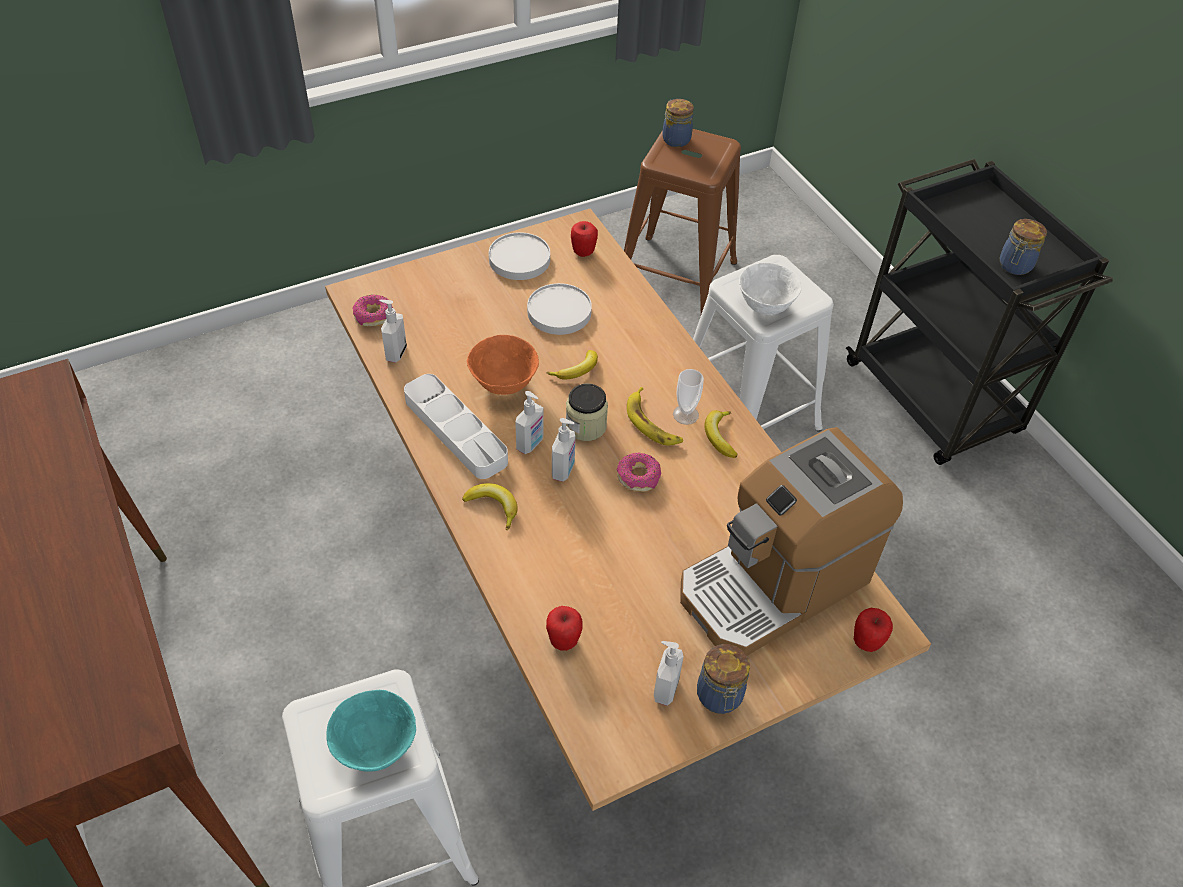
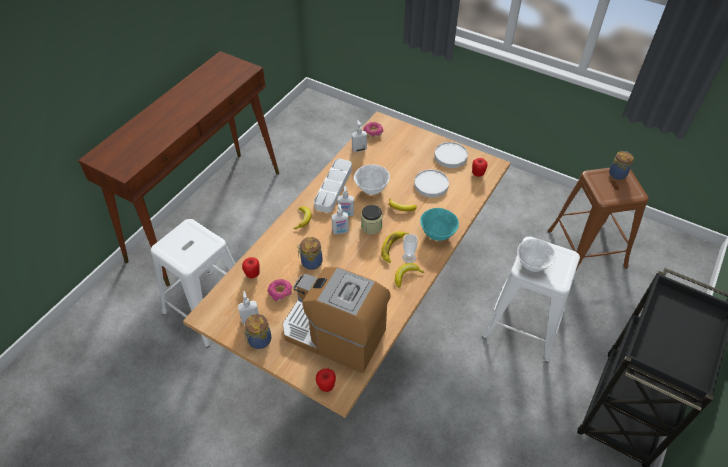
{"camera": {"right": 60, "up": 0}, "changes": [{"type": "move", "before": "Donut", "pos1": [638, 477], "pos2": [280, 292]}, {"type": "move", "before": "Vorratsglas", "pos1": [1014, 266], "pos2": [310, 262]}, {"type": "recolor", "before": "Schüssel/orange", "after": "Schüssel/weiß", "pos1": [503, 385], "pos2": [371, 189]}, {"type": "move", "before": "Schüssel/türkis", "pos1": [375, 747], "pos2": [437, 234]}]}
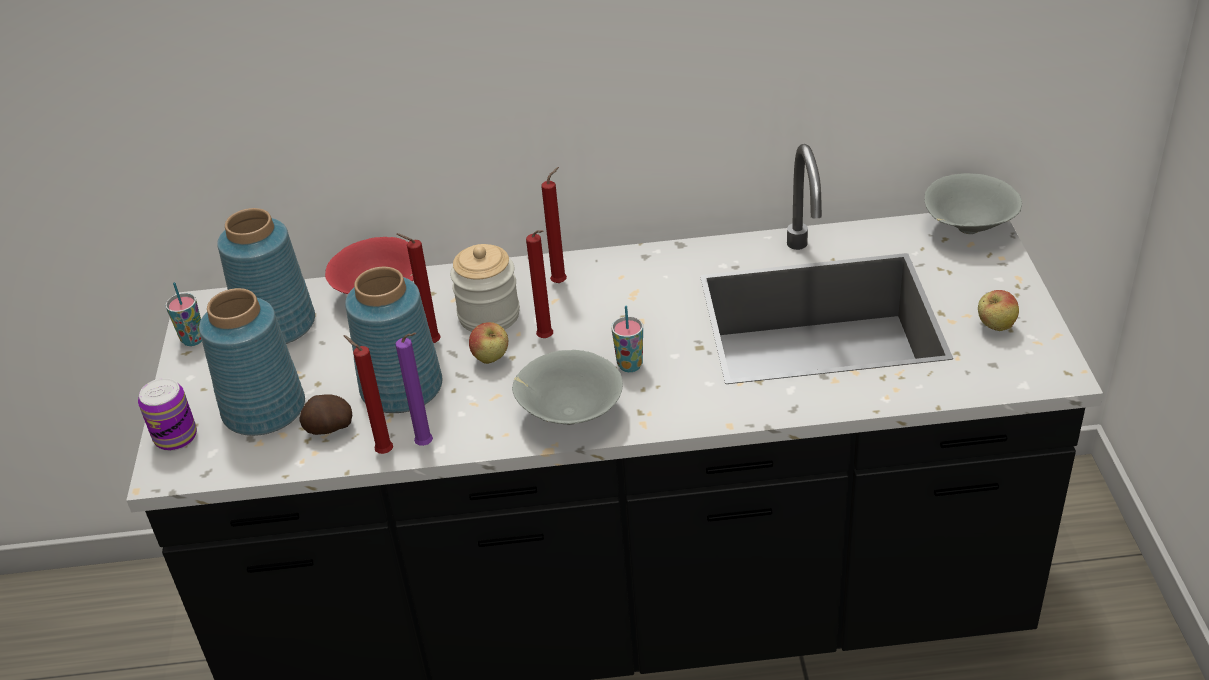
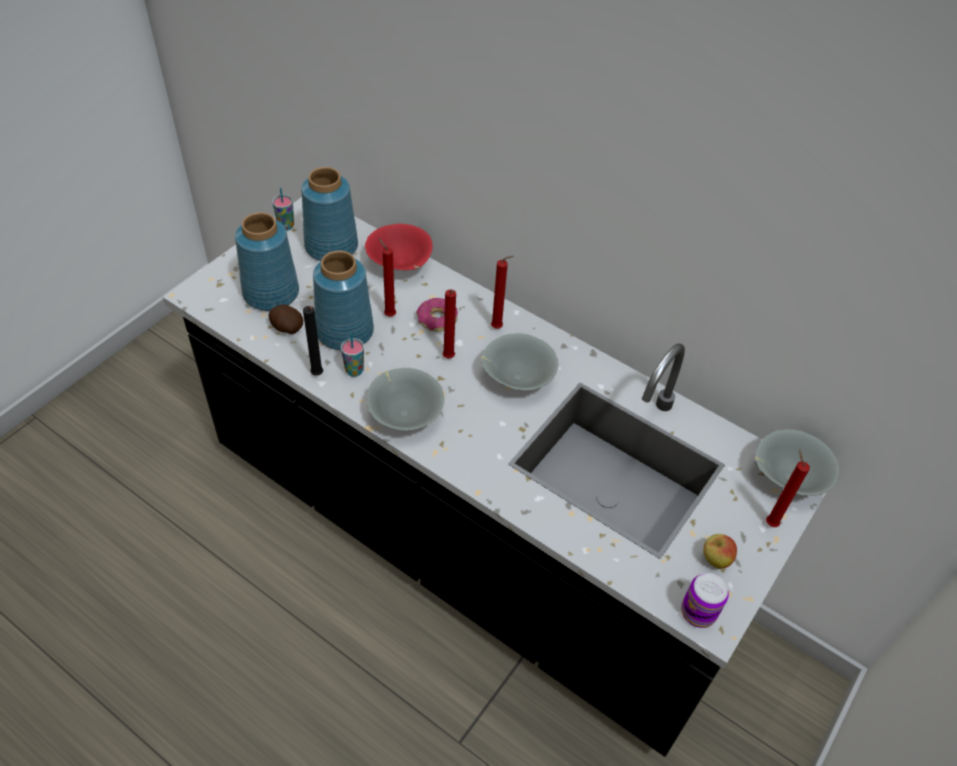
{"camera": {"right": 35, "up": 10}, "changes": [{"type": "recolor", "before": "Kerze/lila", "after": "Kerze/schwarz", "pos1": [427, 445], "pos2": [318, 375]}, {"type": "move", "before": "Tasse", "pos1": [630, 365], "pos2": [354, 371]}, {"type": "replace", "before": "Vorratsglas", "after": "Donut", "pos1": [489, 315], "pos2": [437, 320]}, {"type": "insert", "after": "Schüssel/grau", "pos2": [516, 378]}, {"type": "move", "before": "Dose", "pos1": [176, 437], "pos2": [698, 612]}, {"type": "move", "before": "Kerze/rot", "pos1": [382, 452], "pos2": [770, 522]}, {"type": "delete", "before": "Apfel", "pos1": [491, 359]}]}
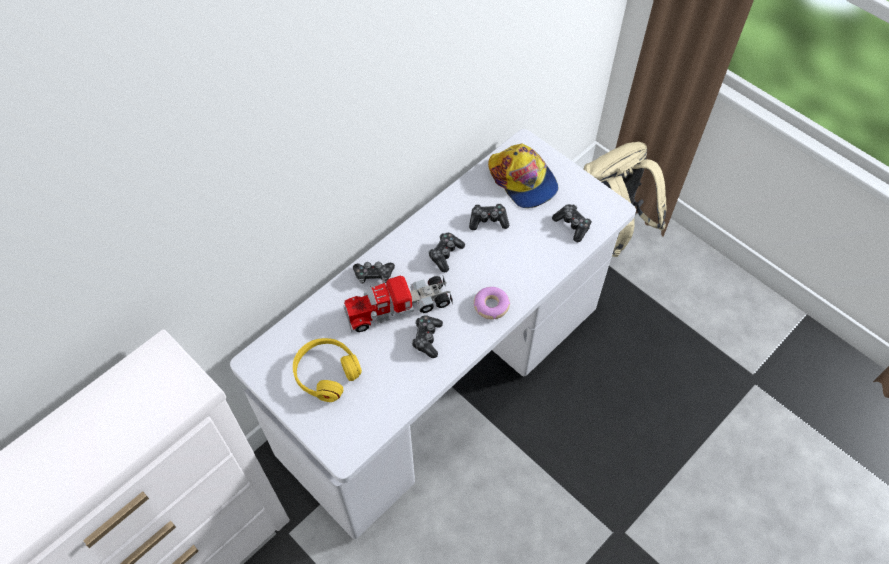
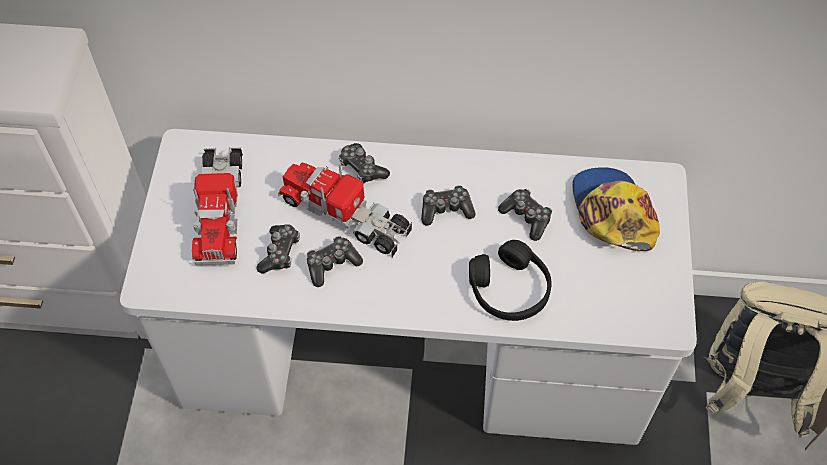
{"camera": {"right": 50, "up": 0}, "changes": [{"type": "replace", "before": "Kopfhörer/gelb", "after": "Spielzeuglaster", "pos1": [326, 373], "pos2": [220, 210]}, {"type": "move", "before": "Gamepad", "pos1": [572, 225], "pos2": [280, 253]}, {"type": "insert", "after": "Kopfhörer/schwarz", "pos2": [509, 289]}, {"type": "rotate", "before": "Kappe", "pos1": [523, 180], "pos2": [612, 212], "turn": 150}, {"type": "delete", "before": "Donut", "pos1": [491, 306]}]}
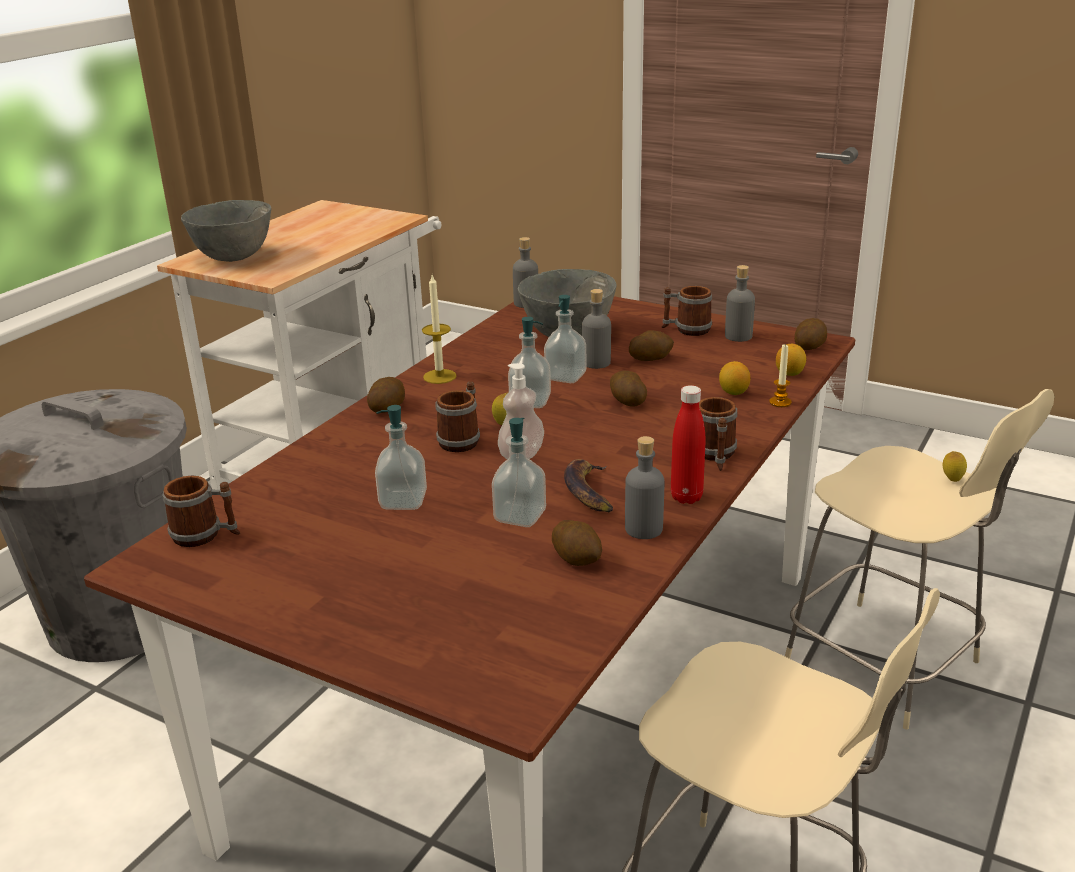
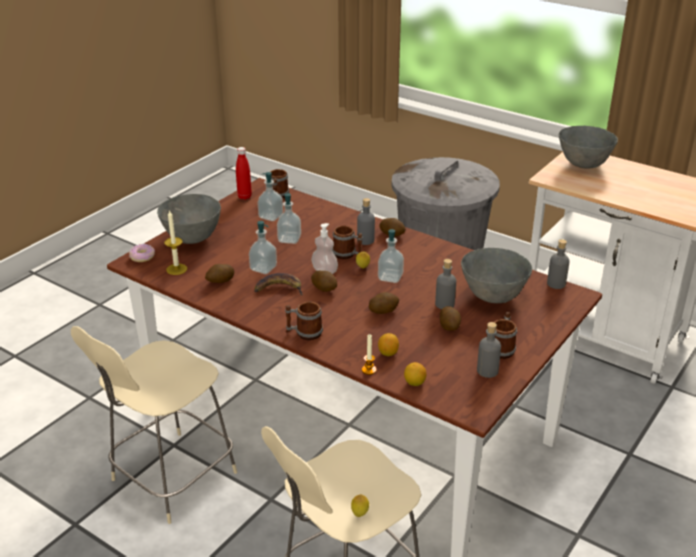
{"camera": {"right": 95, "up": 5}, "changes": [{"type": "insert", "after": "Donut", "pos2": [142, 256]}, {"type": "insert", "after": "Schüssel/grau", "pos2": [192, 238]}, {"type": "move", "before": "Kerze", "pos1": [439, 376], "pos2": [176, 269]}, {"type": "move", "before": "Flasche/rot", "pos1": [686, 497], "pos2": [244, 197]}, {"type": "move", "before": "Seifenspender", "pos1": [565, 376], "pos2": [271, 216]}, {"type": "move", "before": "Kartoffel", "pos1": [809, 346], "pos2": [324, 288]}, {"type": "move", "before": "Flasche/grau", "pos1": [643, 529], "pos2": [365, 240]}]}
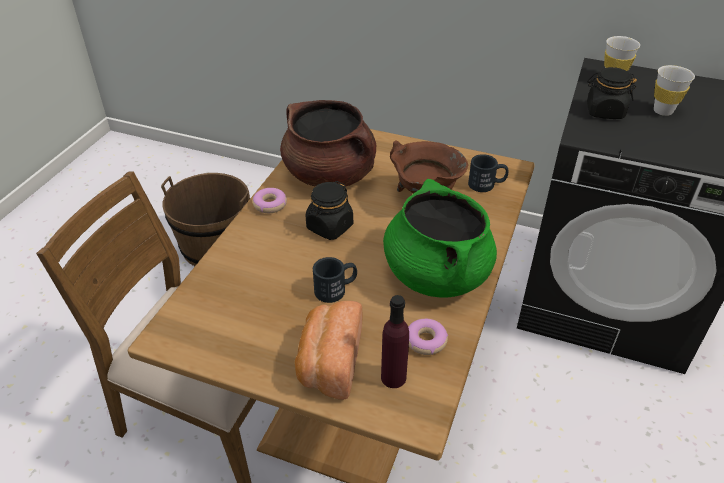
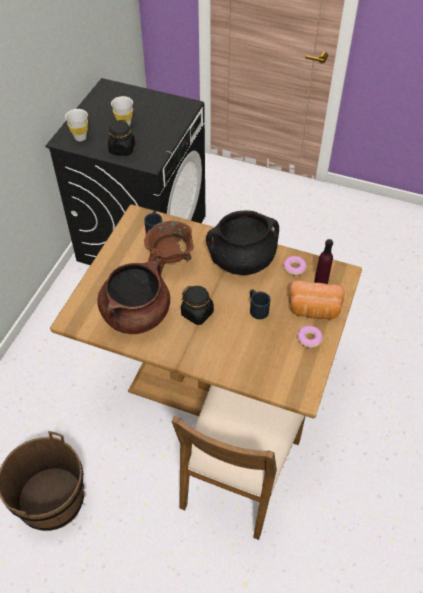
{"camera": {"right": -90, "up": 10}, "changes": [{"type": "recolor", "before": "Kochtopf/grün", "after": "Kochtopf/schwarz", "pos1": [436, 274], "pos2": [242, 260]}, {"type": "move", "before": "Donut", "pos1": [270, 204], "pos2": [309, 339]}]}
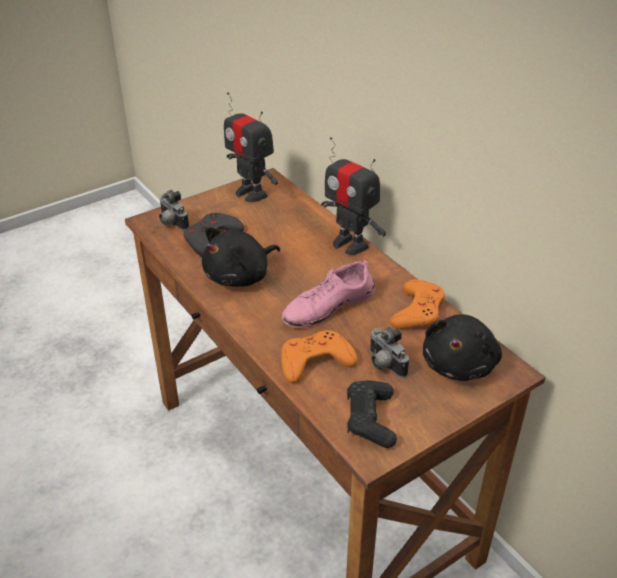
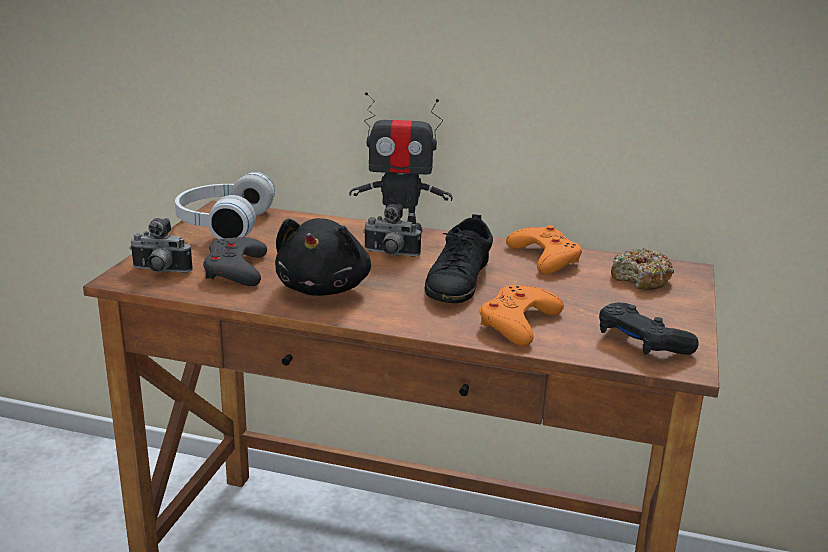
{"camera": {"right": -40, "up": -15}, "changes": [{"type": "replace", "before": "Spielzeugroboter", "after": "Kopfhörer/weiß", "pos1": [251, 193], "pos2": [222, 224]}, {"type": "move", "before": "Kamera", "pos1": [384, 365], "pos2": [390, 255]}, {"type": "recolor", "before": "Schuh/rosa", "after": "Schuh/schwarz", "pos1": [328, 306], "pos2": [458, 280]}, {"type": "replace", "before": "Plüschtier/schwarz", "after": "Donut", "pos1": [460, 364], "pos2": [641, 279]}]}
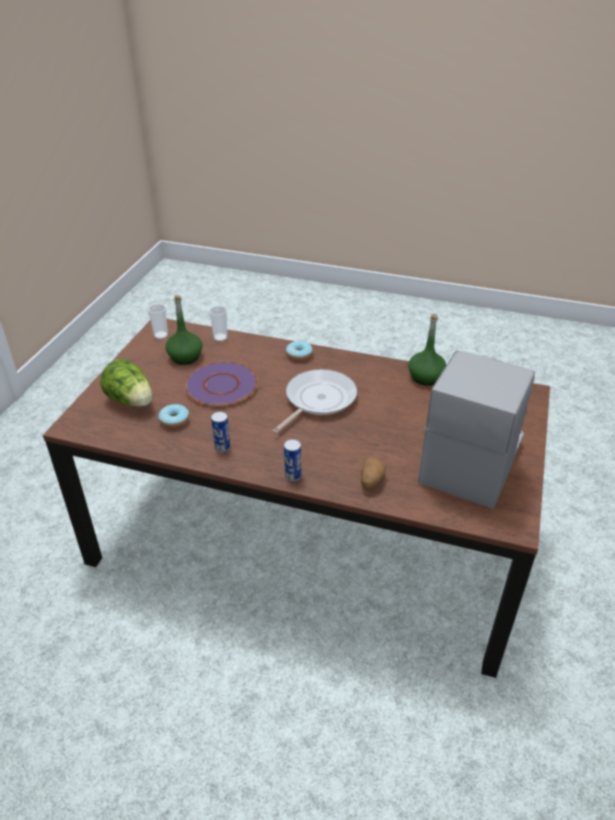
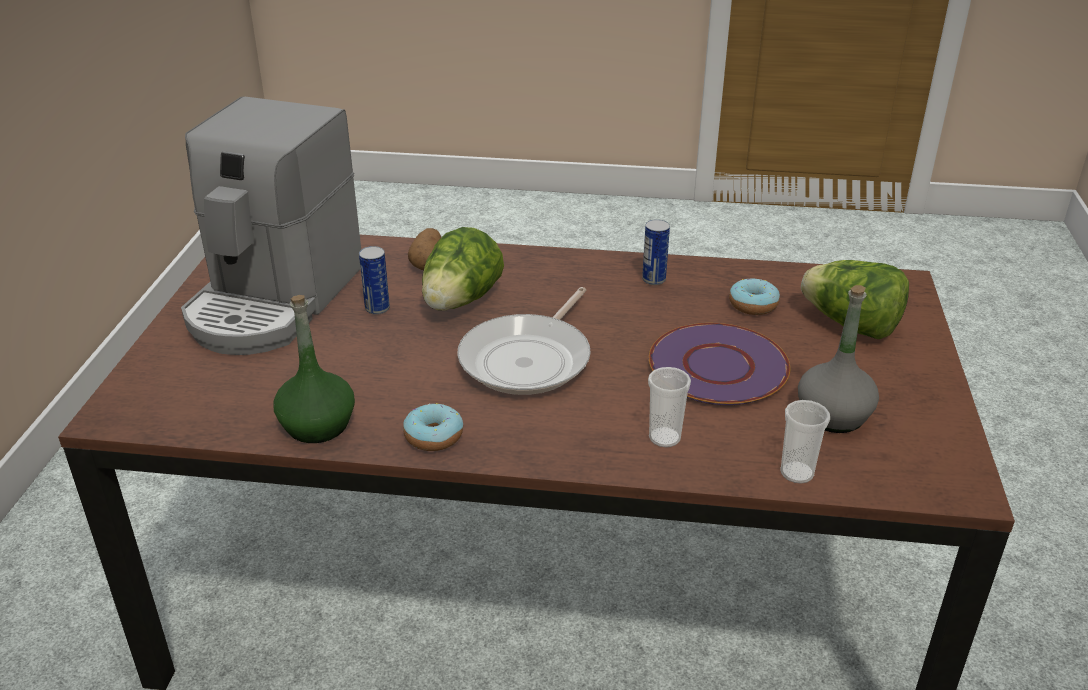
{"camera": {"right": 170, "up": -5}, "changes": [{"type": "move", "before": "Dose", "pos1": [293, 476], "pos2": [377, 308]}, {"type": "move", "before": "Donut", "pos1": [299, 355], "pos2": [434, 436]}, {"type": "insert", "after": "Salatkopf", "pos2": [460, 302]}, {"type": "move", "before": "Tasse", "pos1": [161, 335], "pos2": [664, 438]}, {"type": "recolor", "before": "Flasche/grün", "after": "Flasche/grau", "pos1": [185, 357], "pos2": [833, 416]}]}
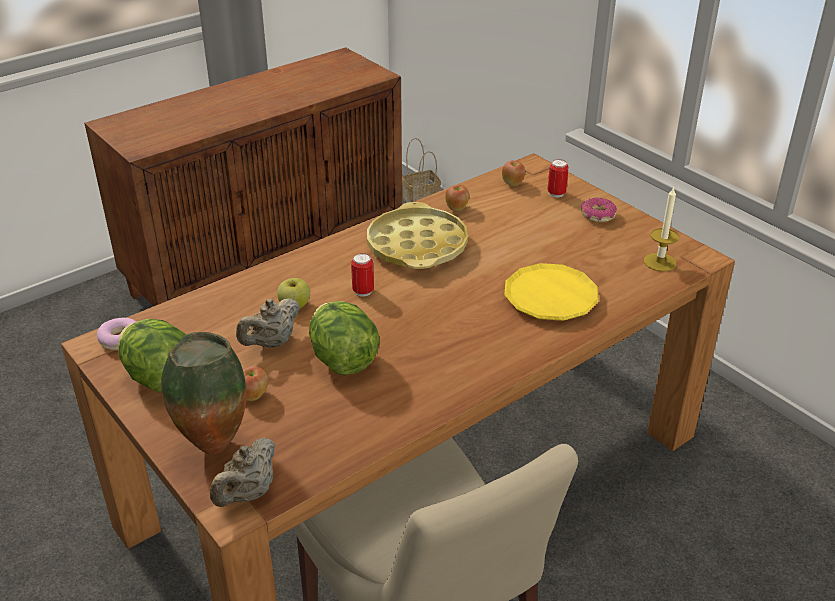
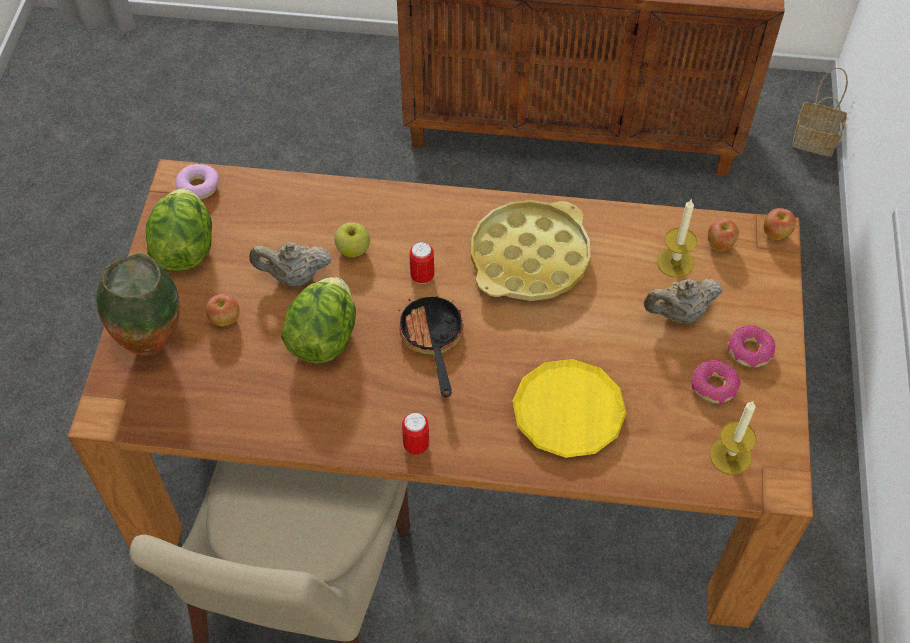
{"camera": {"right": 45, "up": 20}, "changes": [{"type": "insert", "after": "Pfanne", "pos2": [432, 340]}, {"type": "move", "before": "Dose", "pos1": [556, 193], "pos2": [416, 445]}, {"type": "move", "before": "Teekanne/beige", "pos1": [248, 494], "pos2": [679, 313]}, {"type": "insert", "after": "Kerze", "pos2": [675, 262]}, {"type": "insert", "after": "Donut", "pos2": [714, 386]}, {"type": "move", "before": "Apfel", "pos1": [457, 208], "pos2": [776, 234]}]}
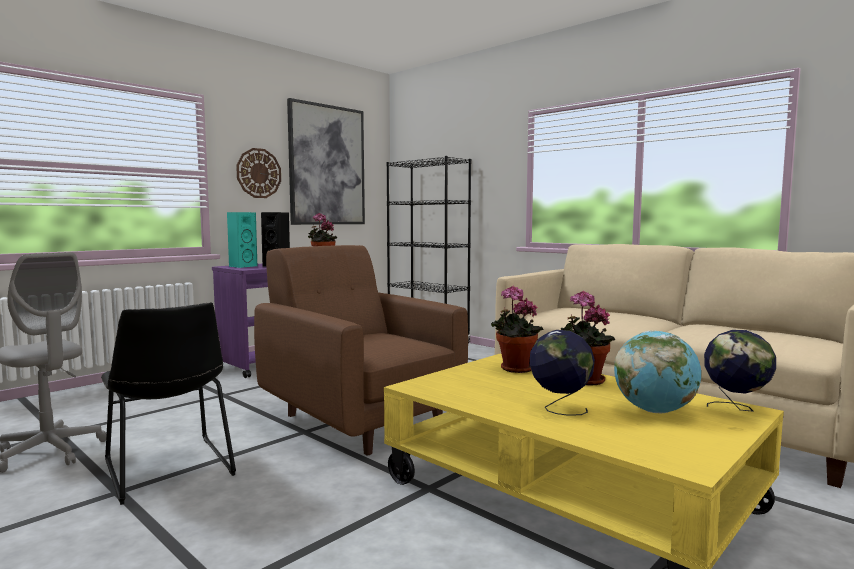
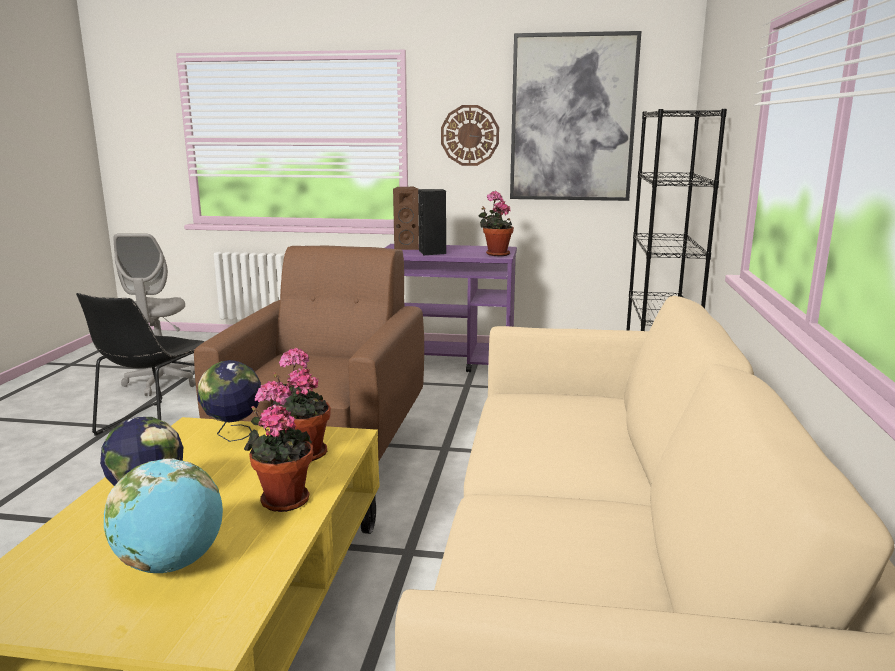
{"camera": {"right": 55, "up": 10}, "changes": [{"type": "move", "before": "Globus", "pos1": [736, 408], "pos2": [233, 435]}, {"type": "recolor", "before": "Lautsprecher/türkis", "after": "Lautsprecher/braun", "pos1": [242, 266], "pos2": [406, 248]}]}
